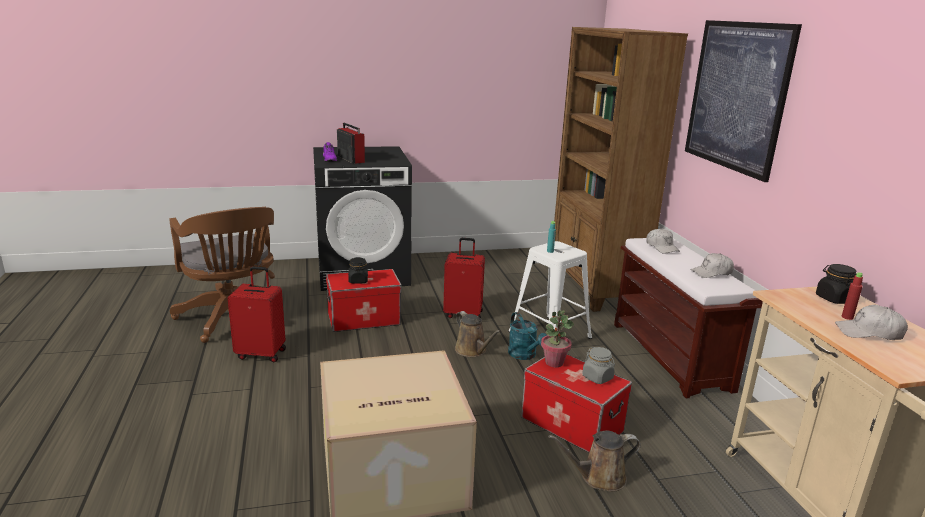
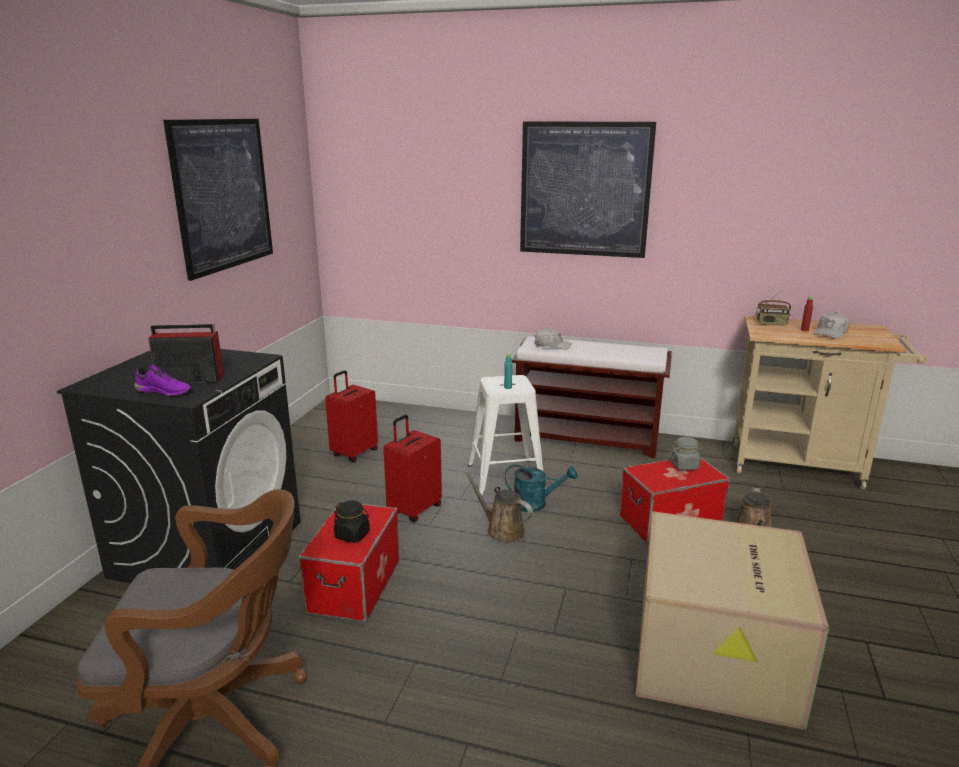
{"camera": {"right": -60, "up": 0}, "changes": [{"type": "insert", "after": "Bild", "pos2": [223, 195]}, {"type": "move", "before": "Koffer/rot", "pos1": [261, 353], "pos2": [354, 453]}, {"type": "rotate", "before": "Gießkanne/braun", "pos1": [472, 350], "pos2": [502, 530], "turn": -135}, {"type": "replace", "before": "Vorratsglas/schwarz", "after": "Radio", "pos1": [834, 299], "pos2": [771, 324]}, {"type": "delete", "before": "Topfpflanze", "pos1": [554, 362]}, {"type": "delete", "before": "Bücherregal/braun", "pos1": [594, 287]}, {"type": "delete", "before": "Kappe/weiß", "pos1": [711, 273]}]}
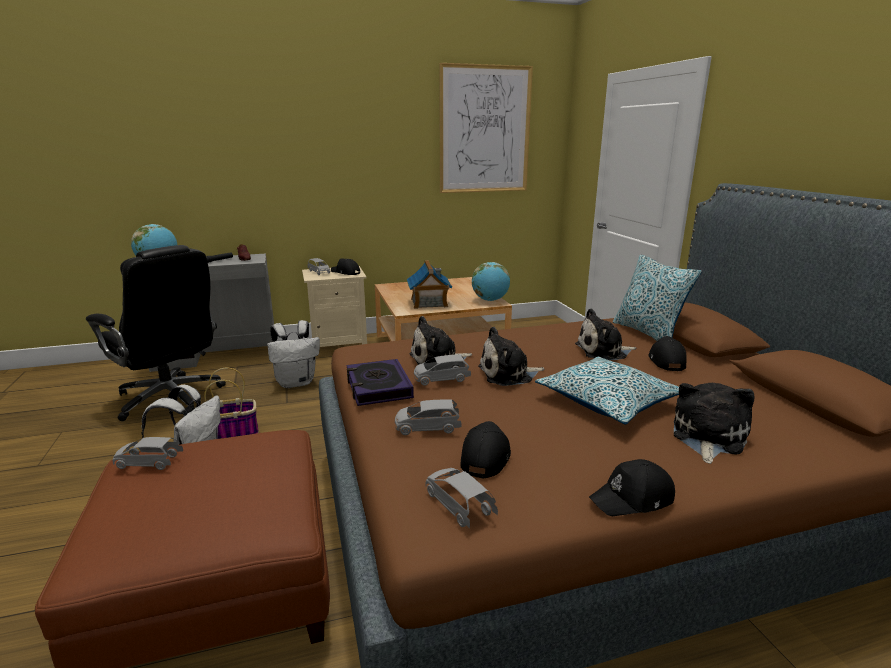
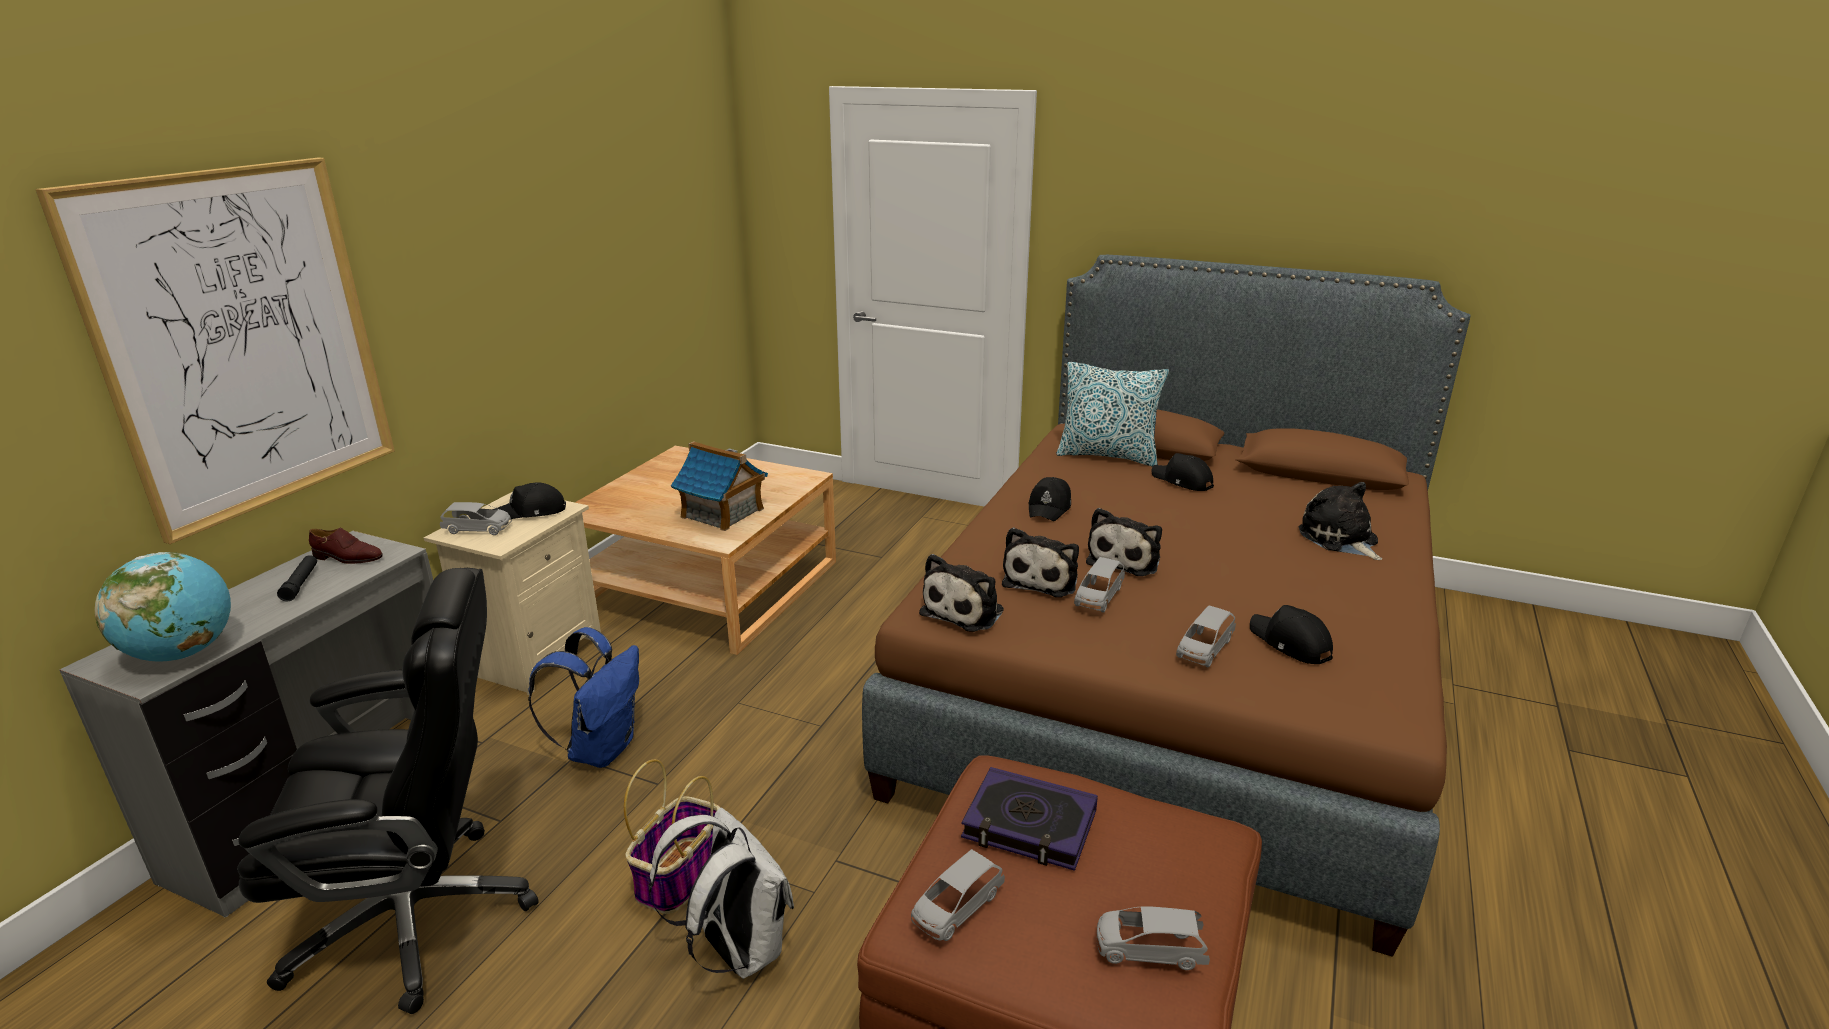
{"camera": {"right": -50, "up": 5}, "changes": [{"type": "move", "before": "Bild", "pos1": [484, 130], "pos2": [243, 342]}, {"type": "recolor", "before": "Rucksack/weiß", "after": "Rucksack/blau", "pos1": [296, 382], "pos2": [601, 748]}, {"type": "move", "before": "Plüschtier", "pos1": [604, 351], "pos2": [965, 610]}, {"type": "move", "before": "Buch", "pos1": [378, 387], "pos2": [1029, 826]}, {"type": "move", "before": "Kappe/schwarz", "pos1": [633, 499], "pos2": [1050, 508]}, {"type": "move", "before": "Spielzeugauto/grau", "pos1": [458, 505], "pos2": [1149, 950]}, {"type": "delete", "before": "Globus", "pos1": [490, 300]}, {"type": "delete", "before": "Kissen", "pos1": [608, 401]}]}
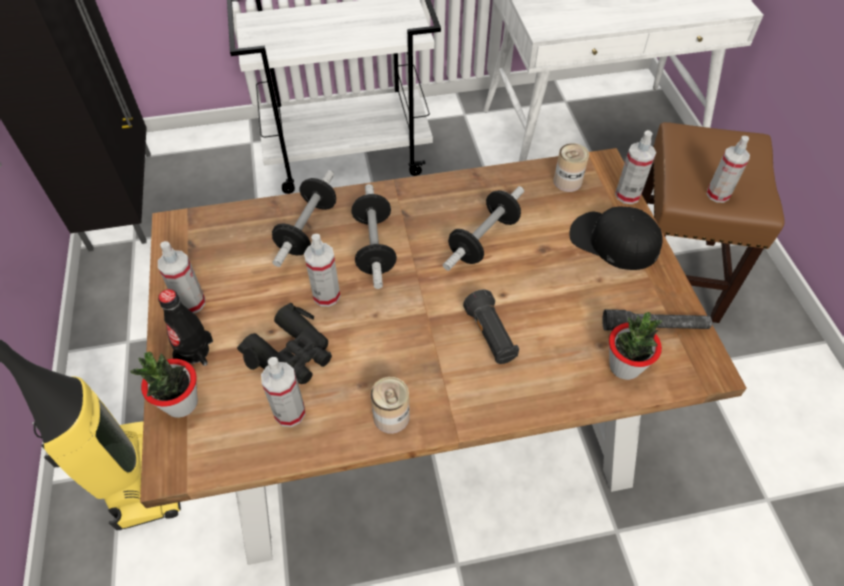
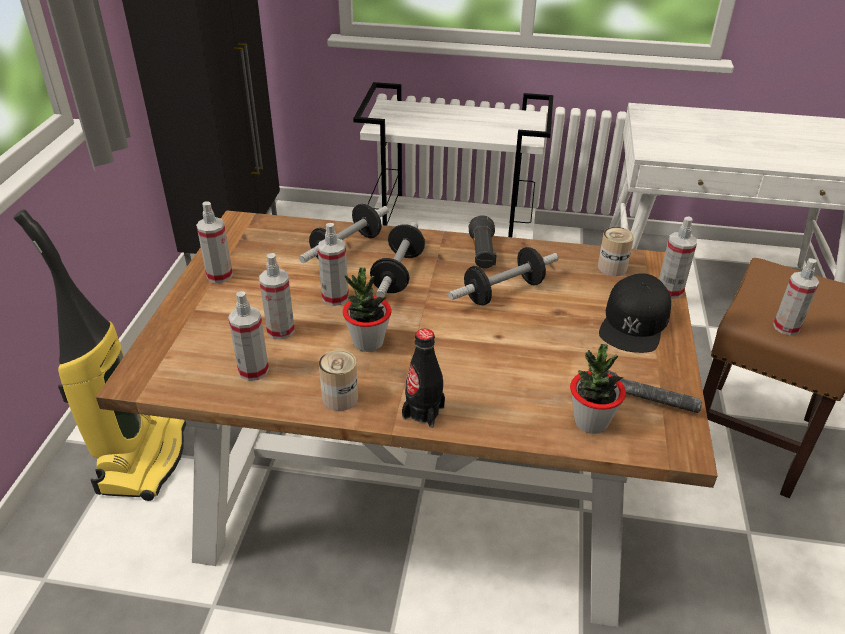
{"camera": {"right": 20, "up": -15}, "changes": [{"type": "replace", "before": "Fernglas/schwarz", "after": "Sprühflasche", "pos1": [292, 353], "pos2": [280, 330]}, {"type": "move", "before": "Topfpflanze", "pos1": [181, 403], "pos2": [368, 342]}, {"type": "move", "before": "Flasche/schwarz", "pos1": [194, 351], "pos2": [423, 412]}, {"type": "move", "before": "Taschenlampe/schwarz", "pos1": [490, 336], "pos2": [482, 254]}, {"type": "rotate", "before": "Kappe/schwarz", "pos1": [613, 241], "pos2": [634, 322], "turn": -120}]}
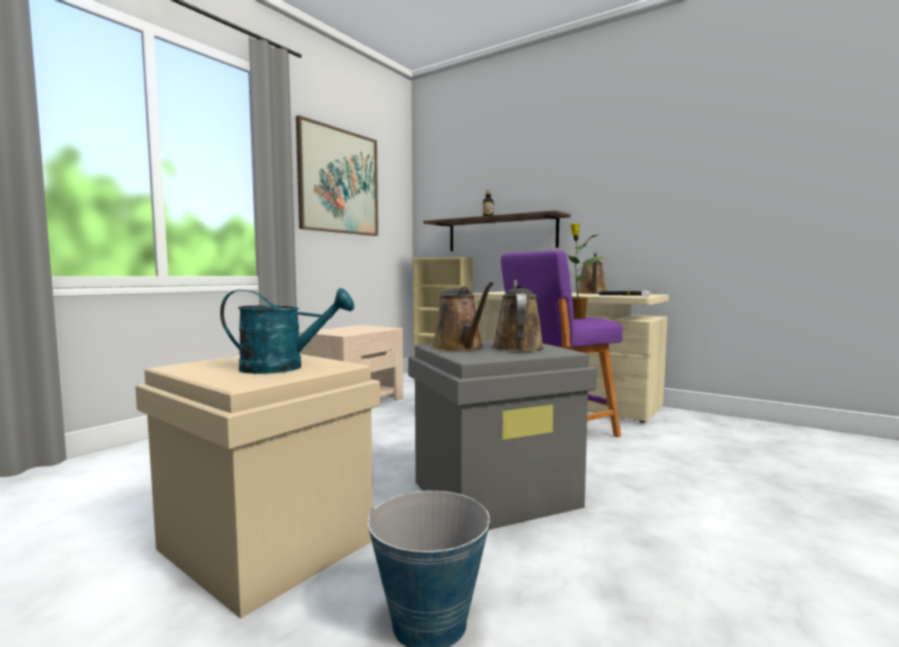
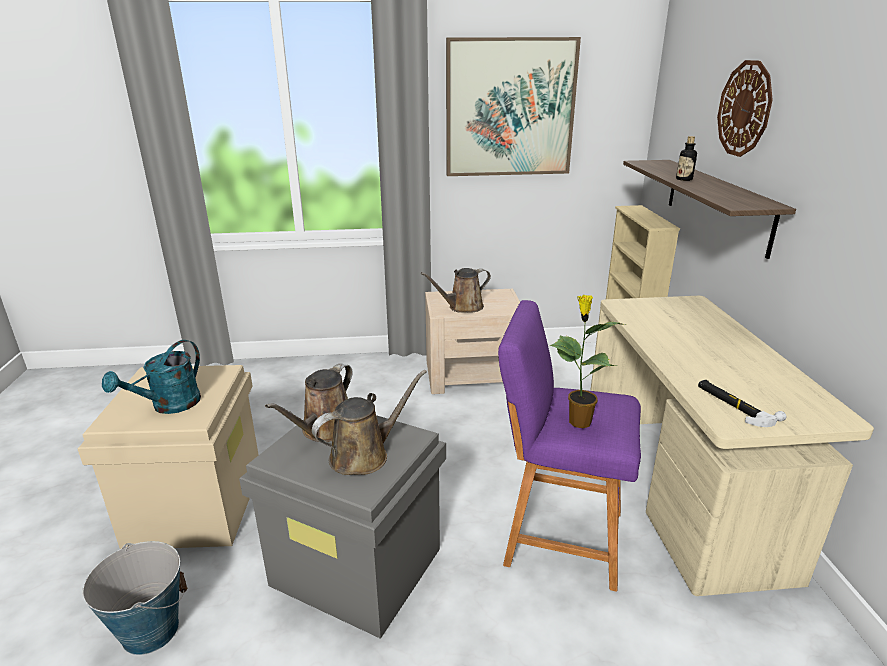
{"camera": {"right": 50, "up": 20}, "changes": [{"type": "rotate", "before": "Gießkanne/türkis", "pos1": [283, 367], "pos2": [169, 406], "turn": 75}, {"type": "move", "before": "Gießkanne/braun", "pos1": [592, 293], "pos2": [462, 307]}, {"type": "insert", "after": "Wanduhr", "pos2": [744, 109]}]}
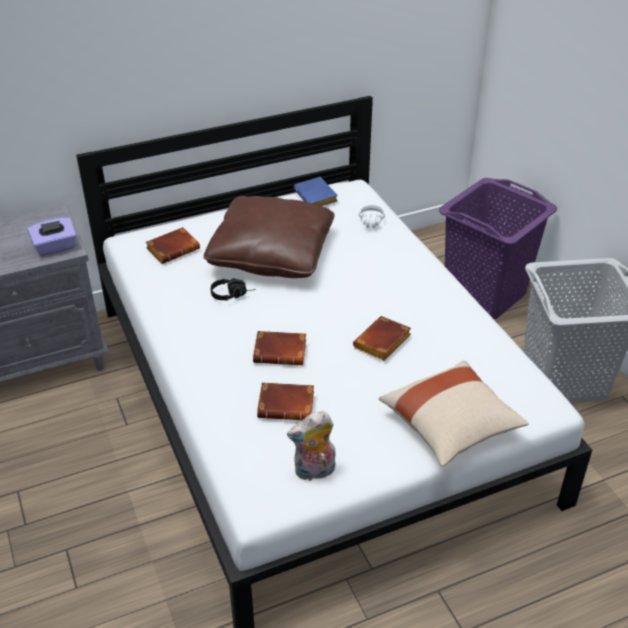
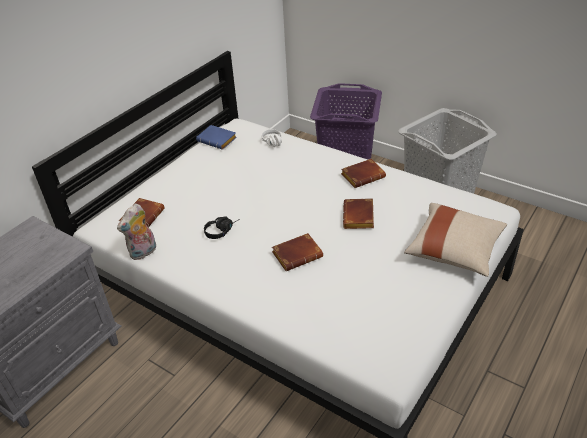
{"camera": {"right": -30, "up": 0}, "changes": [{"type": "move", "before": "Plüschtier", "pos1": [314, 472], "pos2": [143, 253]}, {"type": "move", "before": "Buch/braun", "pos1": [288, 405], "pos2": [363, 176]}, {"type": "delete", "before": "Taschentuchbox/lila", "pos1": [55, 247]}, {"type": "delete", "before": "Kissen/braun", "pos1": [271, 254]}]}
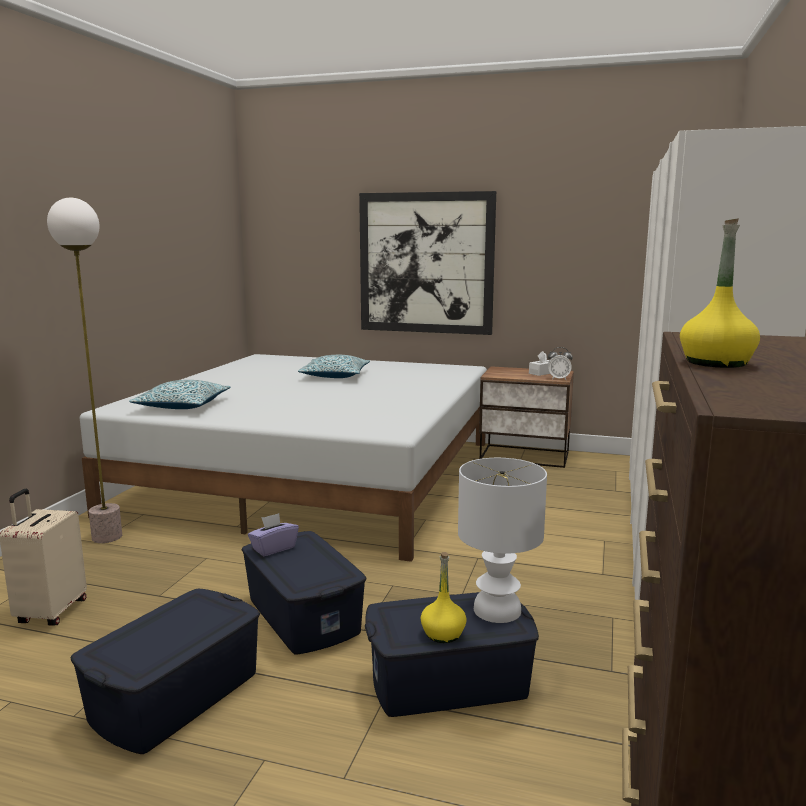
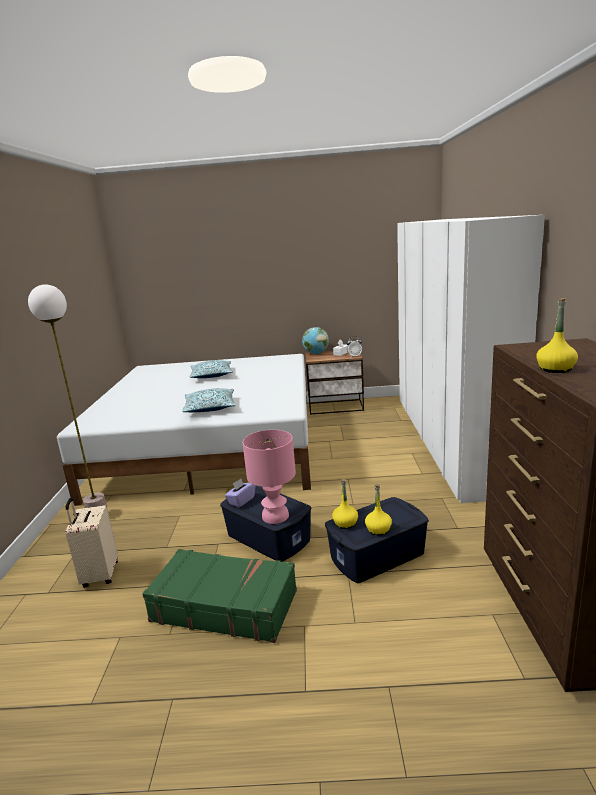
{"camera": {"right": -15, "up": 5}, "changes": [{"type": "replace", "before": "Aufbewahrungsbox/blau", "after": "Koffer/grün", "pos1": [174, 696], "pos2": [224, 605]}, {"type": "move", "before": "Kissen", "pos1": [182, 406], "pos2": [210, 408]}, {"type": "insert", "after": "Tischlampe/rosa", "pos2": [276, 516]}, {"type": "insert", "after": "Globus", "pos2": [316, 353]}, {"type": "insert", "after": "Flasche/gelb", "pos2": [345, 523]}, {"type": "delete", "before": "Bild", "pos1": [426, 263]}, {"type": "delete", "before": "Tischlampe/weiß", "pos1": [497, 609]}]}
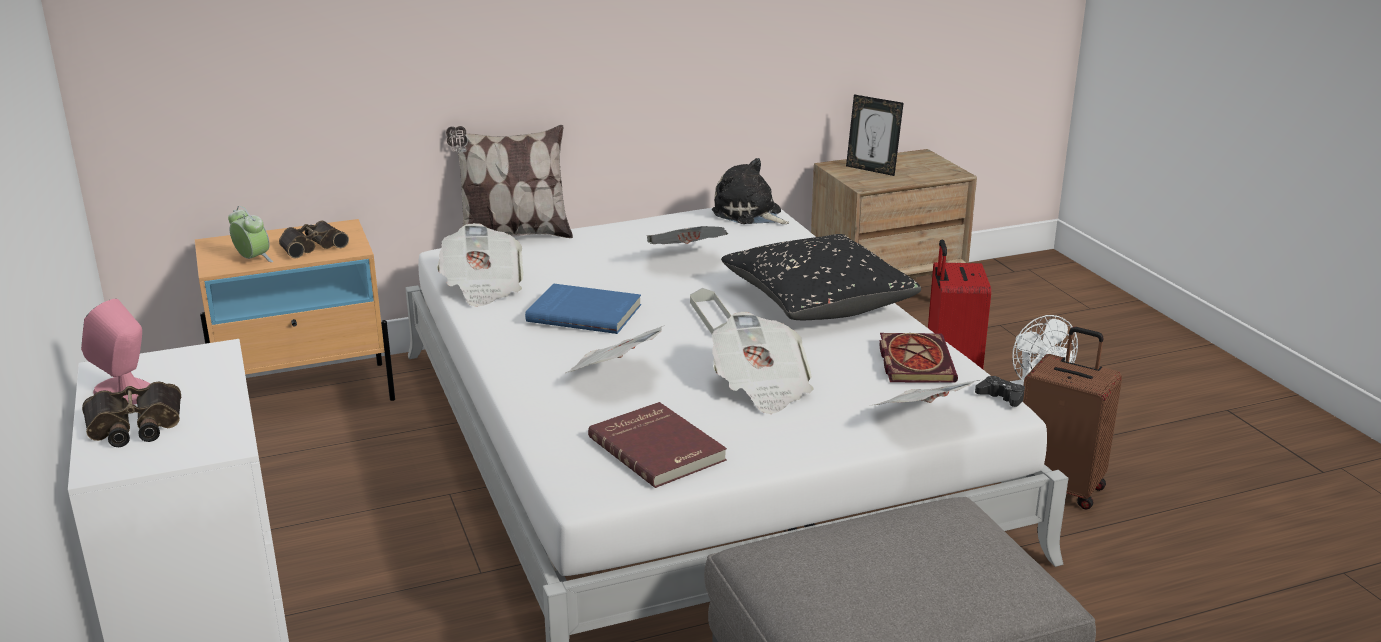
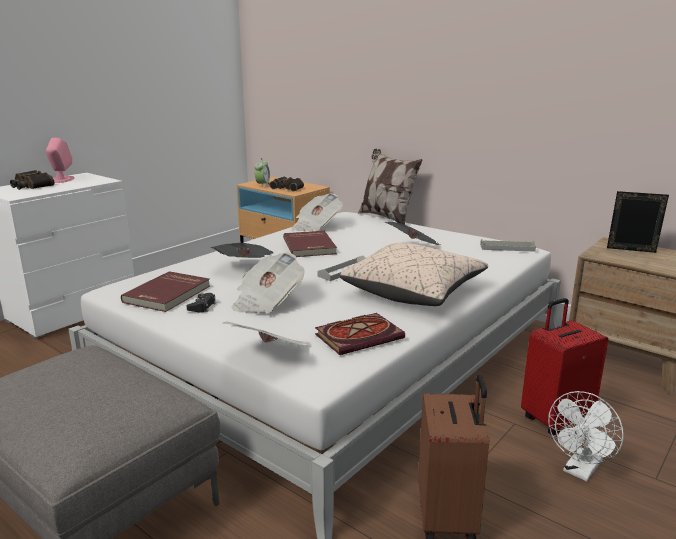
{"camera": {"right": 60, "up": -5}, "changes": [{"type": "move", "before": "Gamepad/schwarz", "pos1": [1001, 397], "pos2": [202, 306]}, {"type": "recolor", "before": "Buch/blau", "after": "Buch/rot", "pos1": [585, 312], "pos2": [310, 246]}, {"type": "recolor", "before": "Kissen/schwarz", "after": "Kissen/beige", "pos1": [817, 301], "pos2": [414, 292]}, {"type": "replace", "before": "Plüschtier", "after": "Tablett/grau", "pos1": [749, 214], "pos2": [507, 248]}, {"type": "rotate", "before": "Bilderrahmen", "pos1": [872, 169], "pos2": [631, 251], "turn": 105}]}
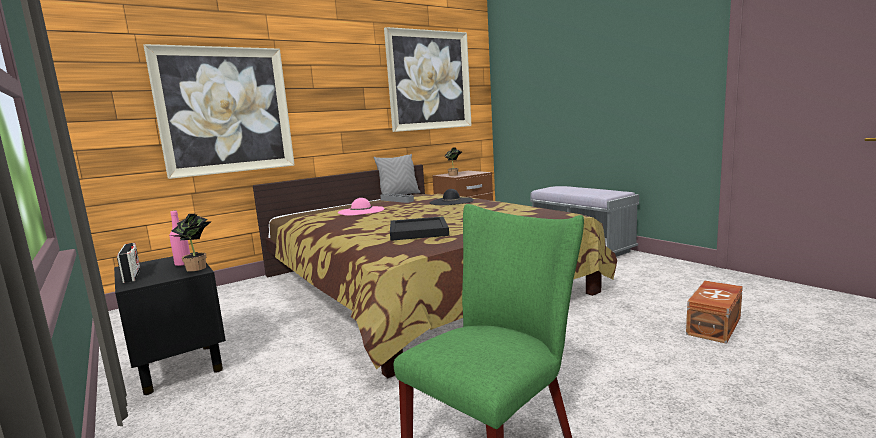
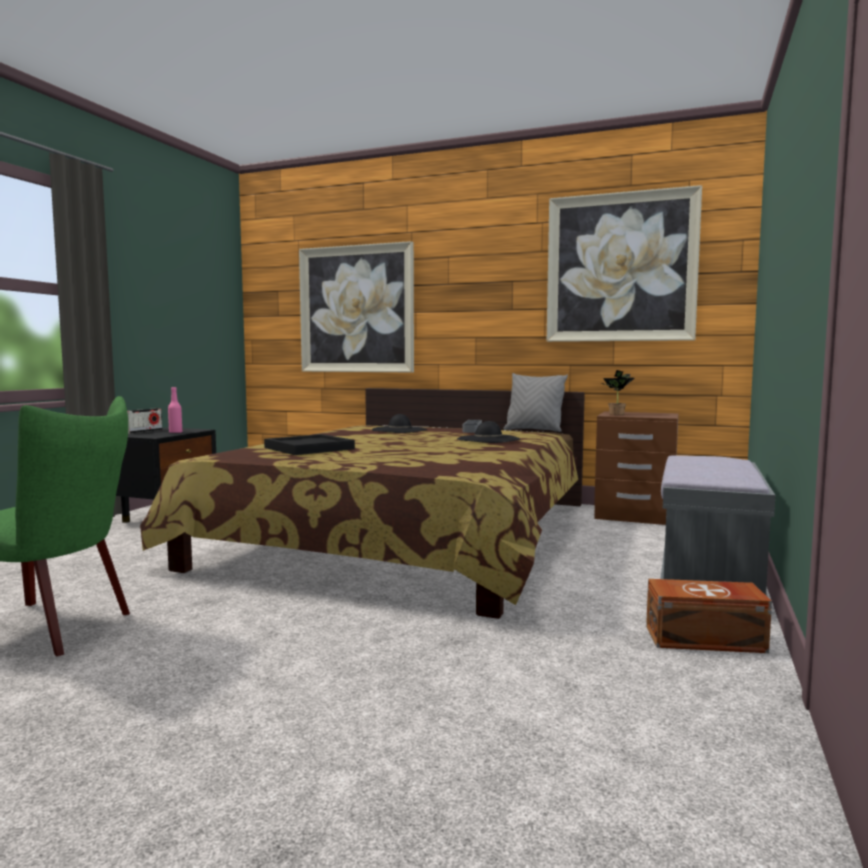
{"camera": {"right": 55, "up": -5}, "changes": [{"type": "recolor", "before": "Hut/rosa", "after": "Hut/schwarz", "pos1": [361, 211], "pos2": [399, 430]}, {"type": "move", "before": "Aufbewahrungsbox/braun", "pos1": [715, 325], "pos2": [706, 639]}, {"type": "delete", "before": "Topfpflanze", "pos1": [198, 268]}]}
